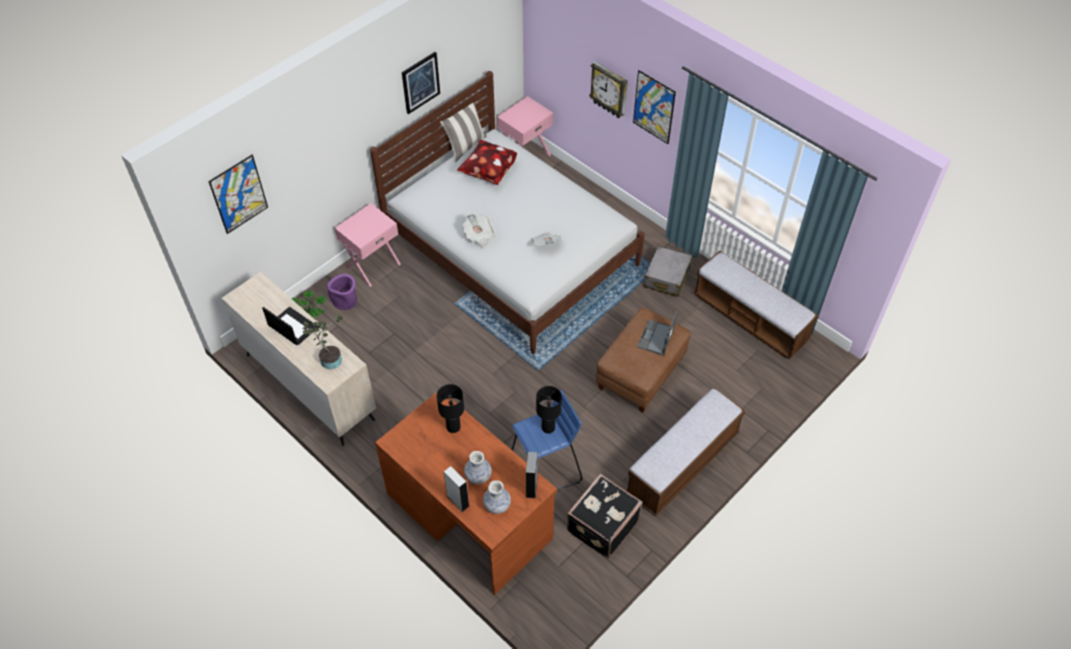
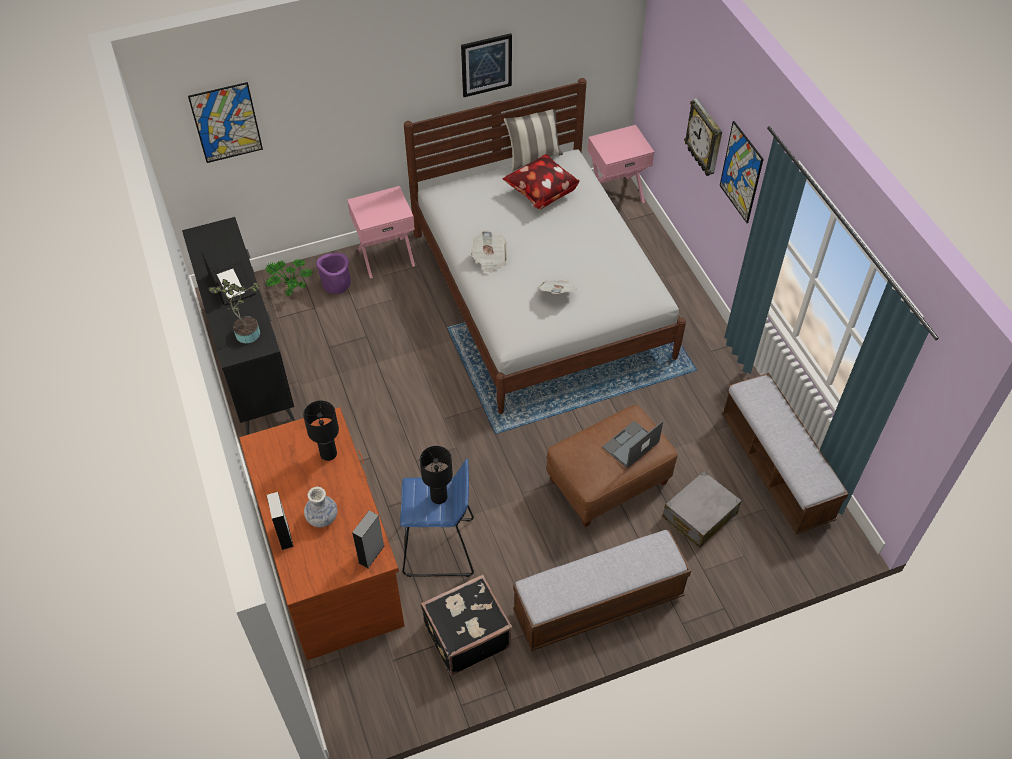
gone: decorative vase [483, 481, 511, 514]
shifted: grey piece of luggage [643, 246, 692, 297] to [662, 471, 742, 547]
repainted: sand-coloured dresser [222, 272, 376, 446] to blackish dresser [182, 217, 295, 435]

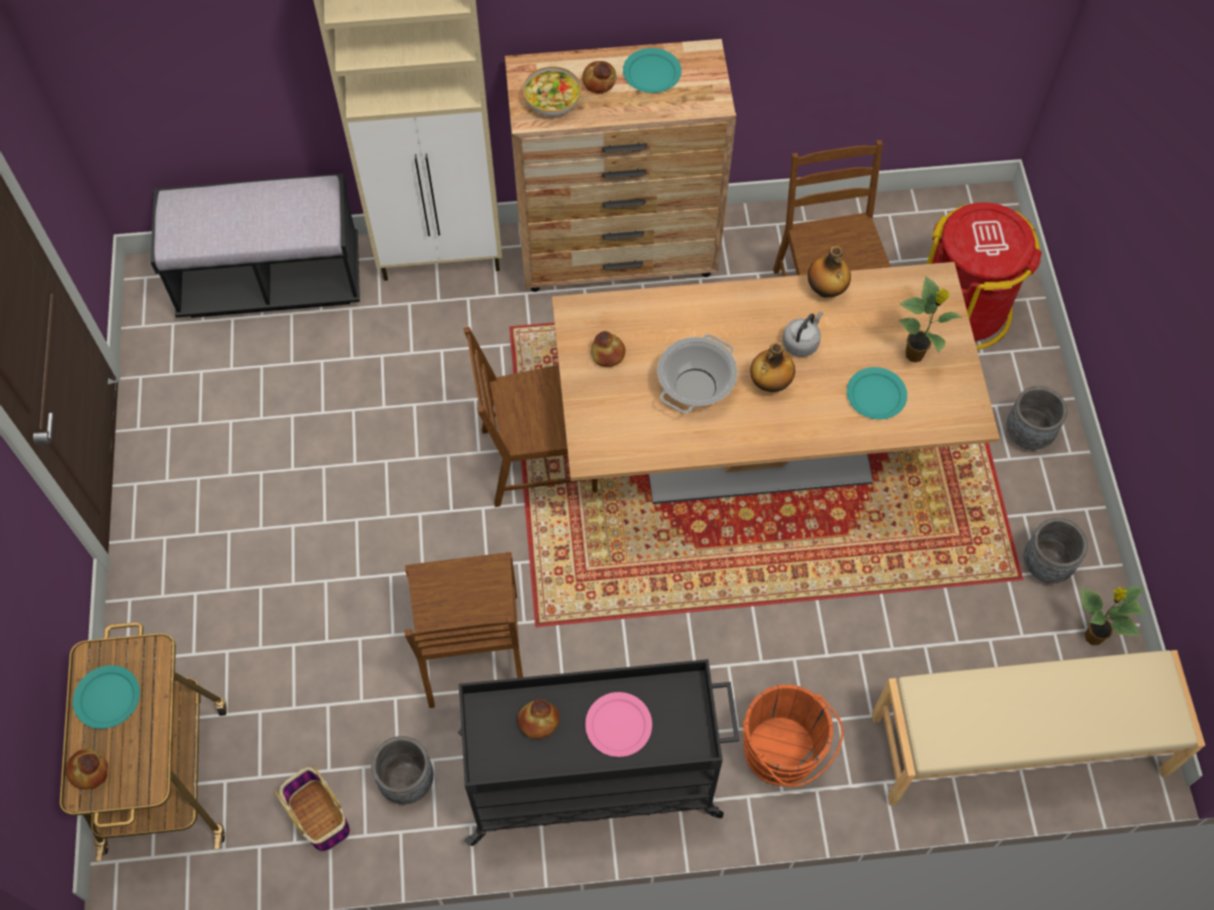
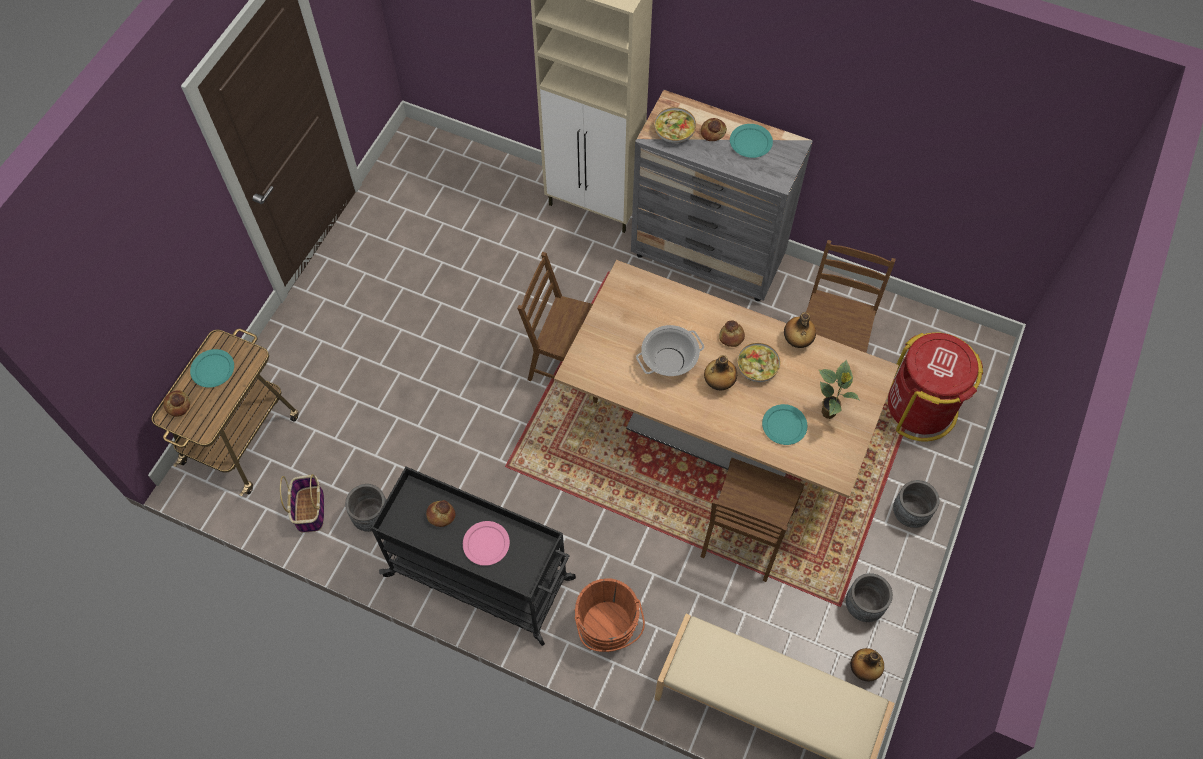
gone: blackish indoor bench [150, 173, 360, 318]
shifted: brown upright chair [404, 552, 523, 708] to [701, 458, 805, 582]; baked bread [591, 331, 626, 367] to [719, 321, 745, 347]
swapped: grey kettle [782, 312, 823, 357] to bowl [737, 343, 780, 382]; plant in a pot [1080, 586, 1146, 645] to bottle [850, 648, 884, 681]
repainted: brown dresser [505, 39, 736, 292] to grey dresser [631, 90, 813, 301]

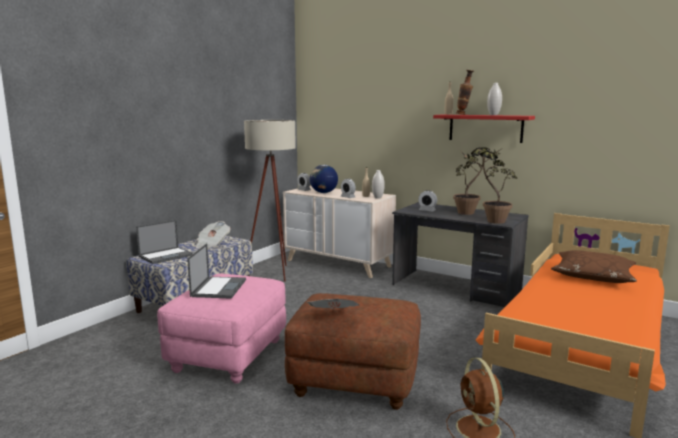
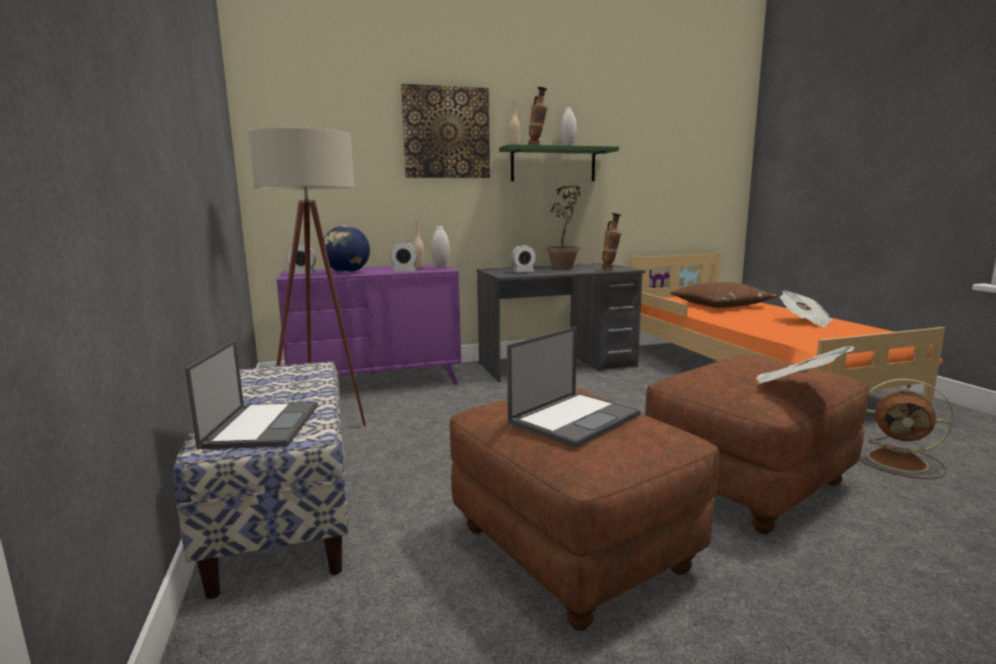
new: wall art [401, 84, 490, 178]
shifted: newspaper [195, 221, 230, 249] to [780, 291, 833, 327]
swapped: plant in a pot [462, 151, 517, 224] to decorative vase [601, 213, 622, 270]
repainted: pink ottoman [157, 274, 286, 384] to brown ottoman [450, 388, 719, 631]; sand-coloured dresser [283, 186, 396, 278] to purple-coloured dresser [277, 264, 461, 385]; red-coloured wall shelf [433, 114, 535, 143] to green-coloured wall shelf [499, 144, 619, 181]
rotated: laptop [187, 243, 246, 299] = [507, 327, 641, 448] 90 degrees clockwise

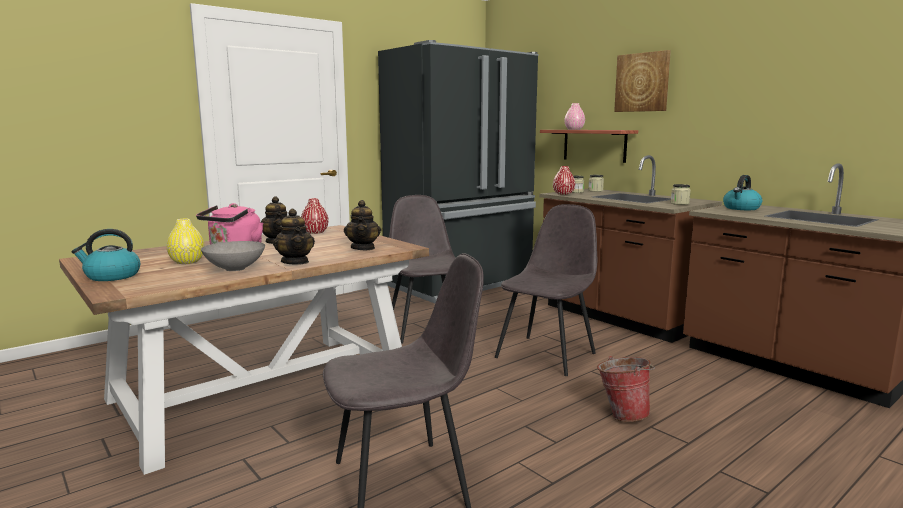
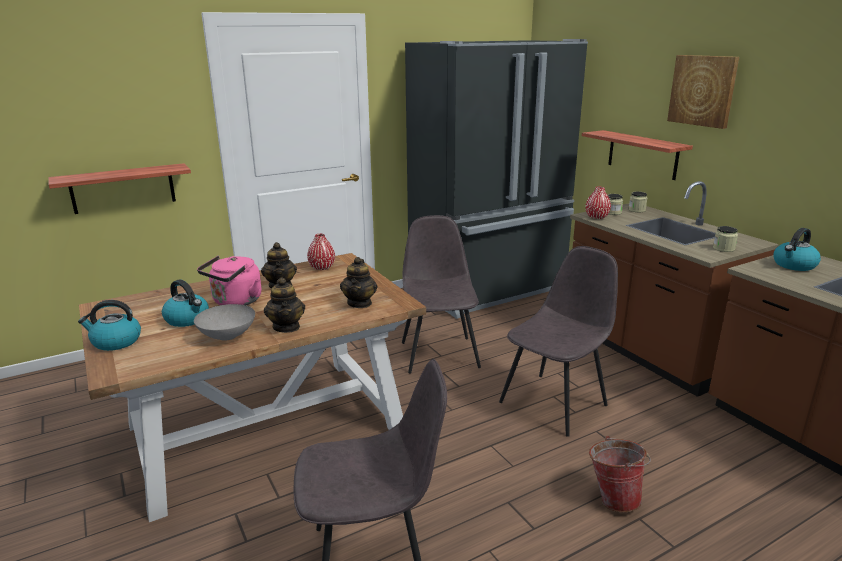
gone: pink decorative vase [564, 103, 585, 130]
new: wall shelf [49, 163, 191, 214]
swapped: yellow-coloured decorative vase [167, 218, 205, 264] to kettle [162, 280, 209, 327]

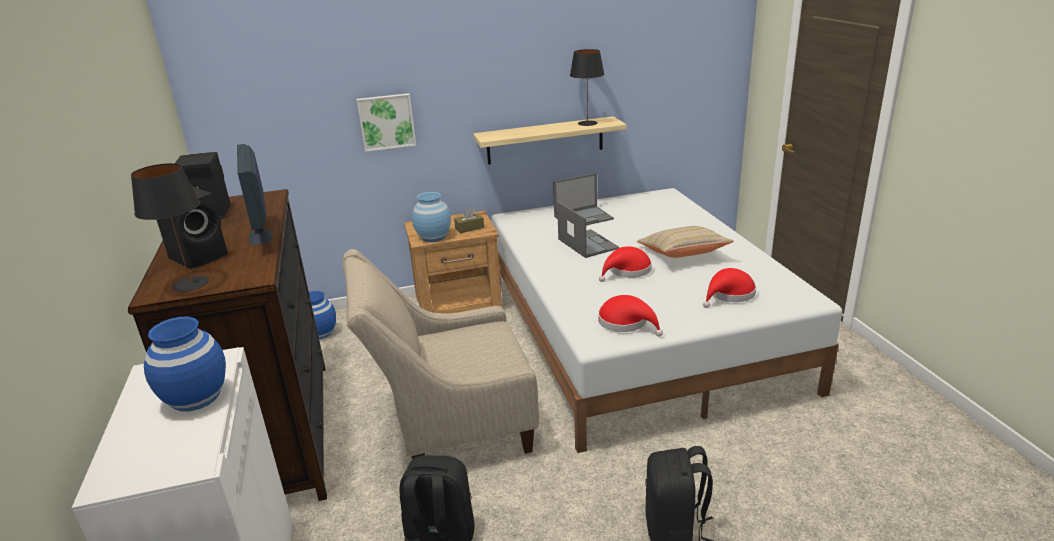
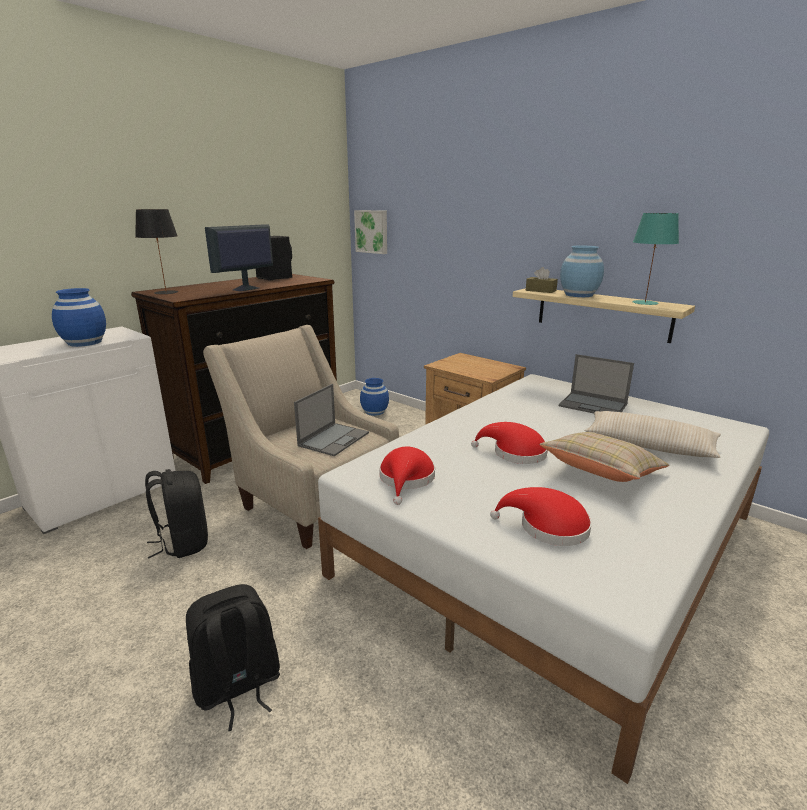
gone: blackish speaker [157, 186, 228, 269]
new: sand-coloured throw pillow [585, 411, 721, 458]
shifted: wall art [356, 93, 416, 152] to [354, 210, 387, 254]; blue-coloured decorative vase [412, 192, 451, 242] to [560, 246, 604, 297]; brown box of tissues [454, 208, 484, 233] to [526, 267, 558, 293]; laptop [557, 202, 619, 258] to [294, 384, 369, 456]
repainted: blackish lamp for a table [570, 49, 604, 126] to blue-green lamp for a table [632, 213, 679, 305]

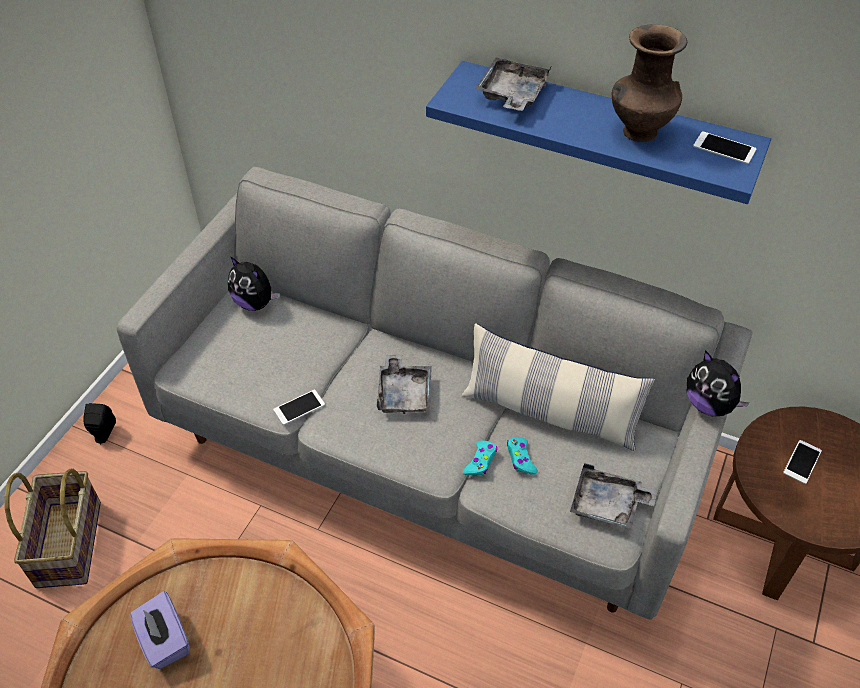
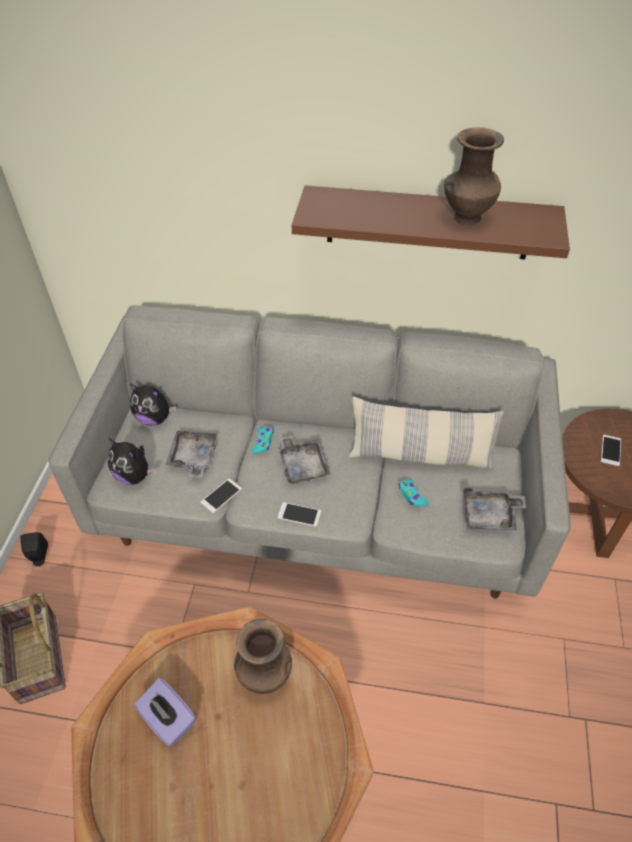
new: brown decorative vase [234, 619, 292, 694]
shifted: blue-green game controller [463, 440, 497, 475] to [252, 427, 274, 454]; grey carrying tray [475, 58, 551, 111] to [166, 431, 217, 478]; cuddly toy [687, 350, 750, 416] to [107, 438, 156, 485]; phone [693, 131, 756, 164] to [278, 502, 321, 527]
repainted: blue-coloured wall shelf [426, 61, 771, 204] to brown wall shelf [292, 185, 570, 259]

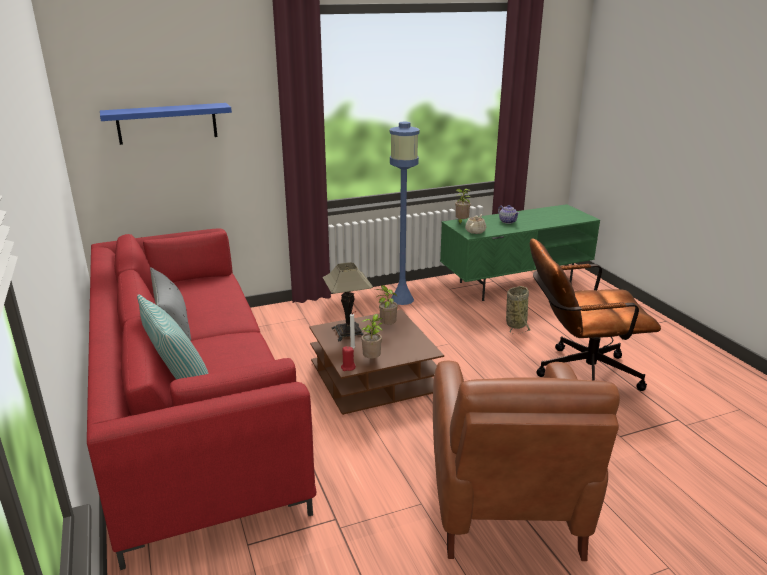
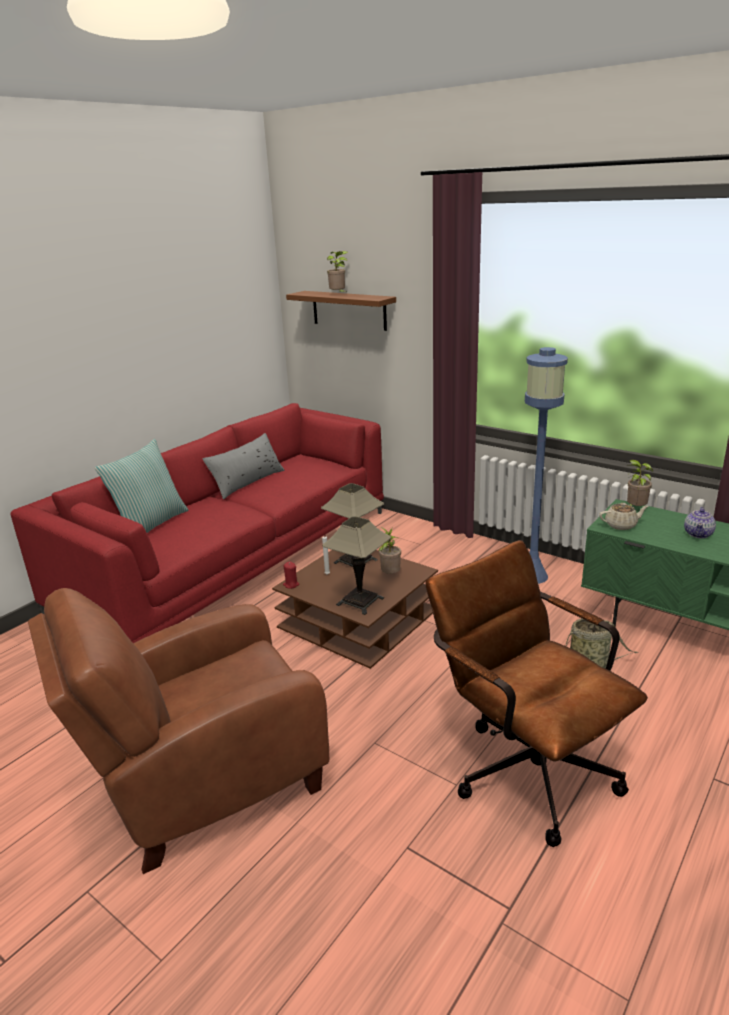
new: lamp for a table [322, 516, 391, 615]
shifted: plant in a pot [361, 314, 383, 359] to [327, 251, 348, 293]
repainted: blue-coloured wall shelf [100, 103, 232, 145] to brown wall shelf [286, 291, 396, 331]

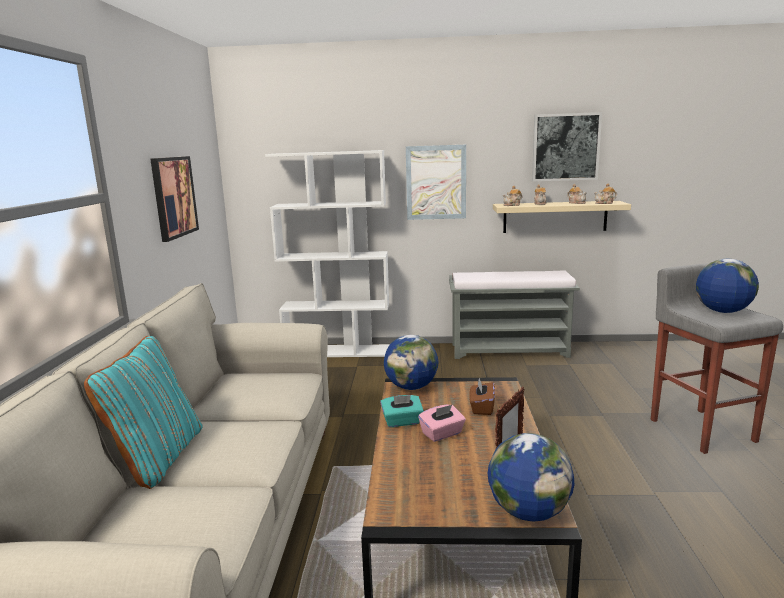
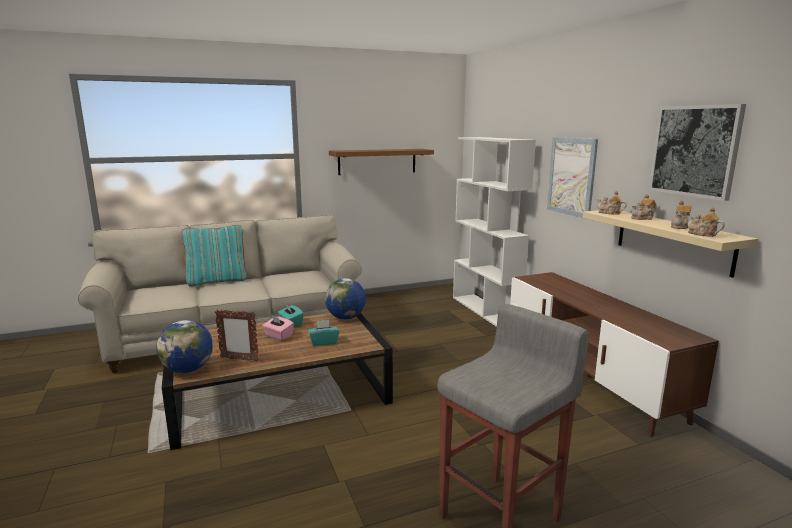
gone: world globe [696, 259, 759, 313]
swapped: wall art [150, 156, 199, 242] to brown wall shelf [329, 149, 434, 175]; grey indoor bench [449, 270, 580, 359] to brown tv stand [510, 272, 719, 437]
repainted: brown box of tissues [469, 378, 495, 415] to blue-green box of tissues [308, 320, 339, 346]

